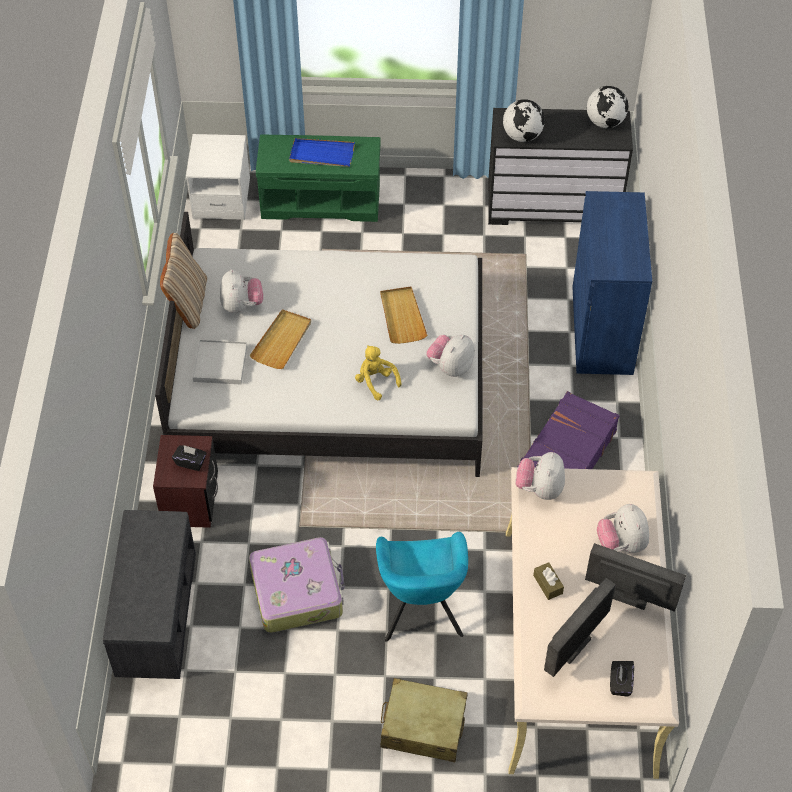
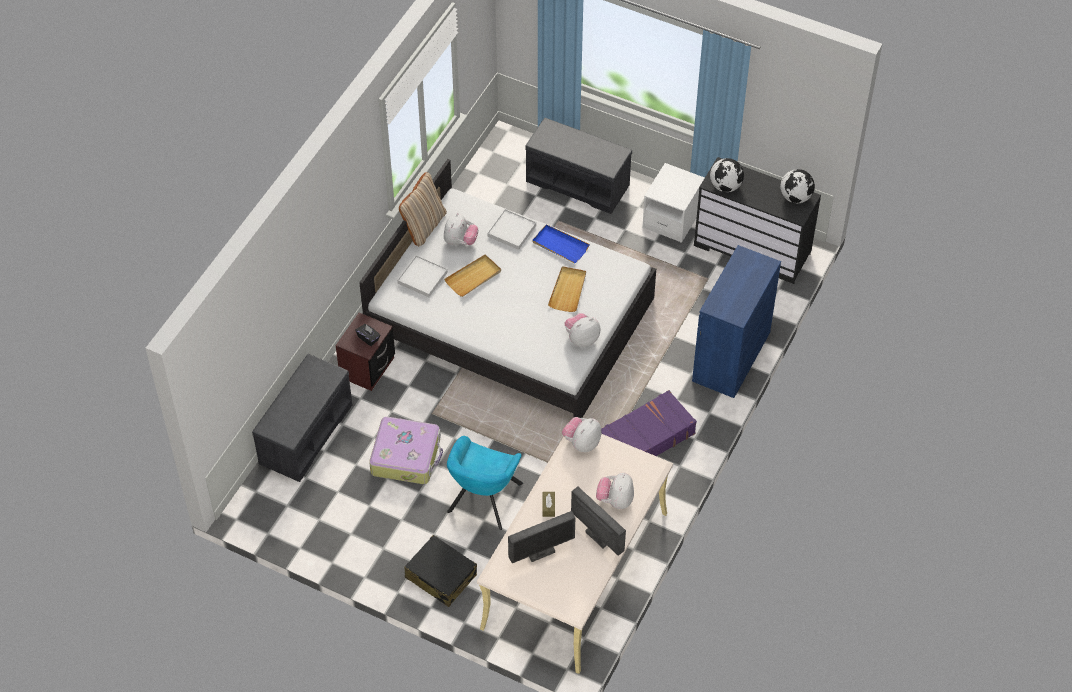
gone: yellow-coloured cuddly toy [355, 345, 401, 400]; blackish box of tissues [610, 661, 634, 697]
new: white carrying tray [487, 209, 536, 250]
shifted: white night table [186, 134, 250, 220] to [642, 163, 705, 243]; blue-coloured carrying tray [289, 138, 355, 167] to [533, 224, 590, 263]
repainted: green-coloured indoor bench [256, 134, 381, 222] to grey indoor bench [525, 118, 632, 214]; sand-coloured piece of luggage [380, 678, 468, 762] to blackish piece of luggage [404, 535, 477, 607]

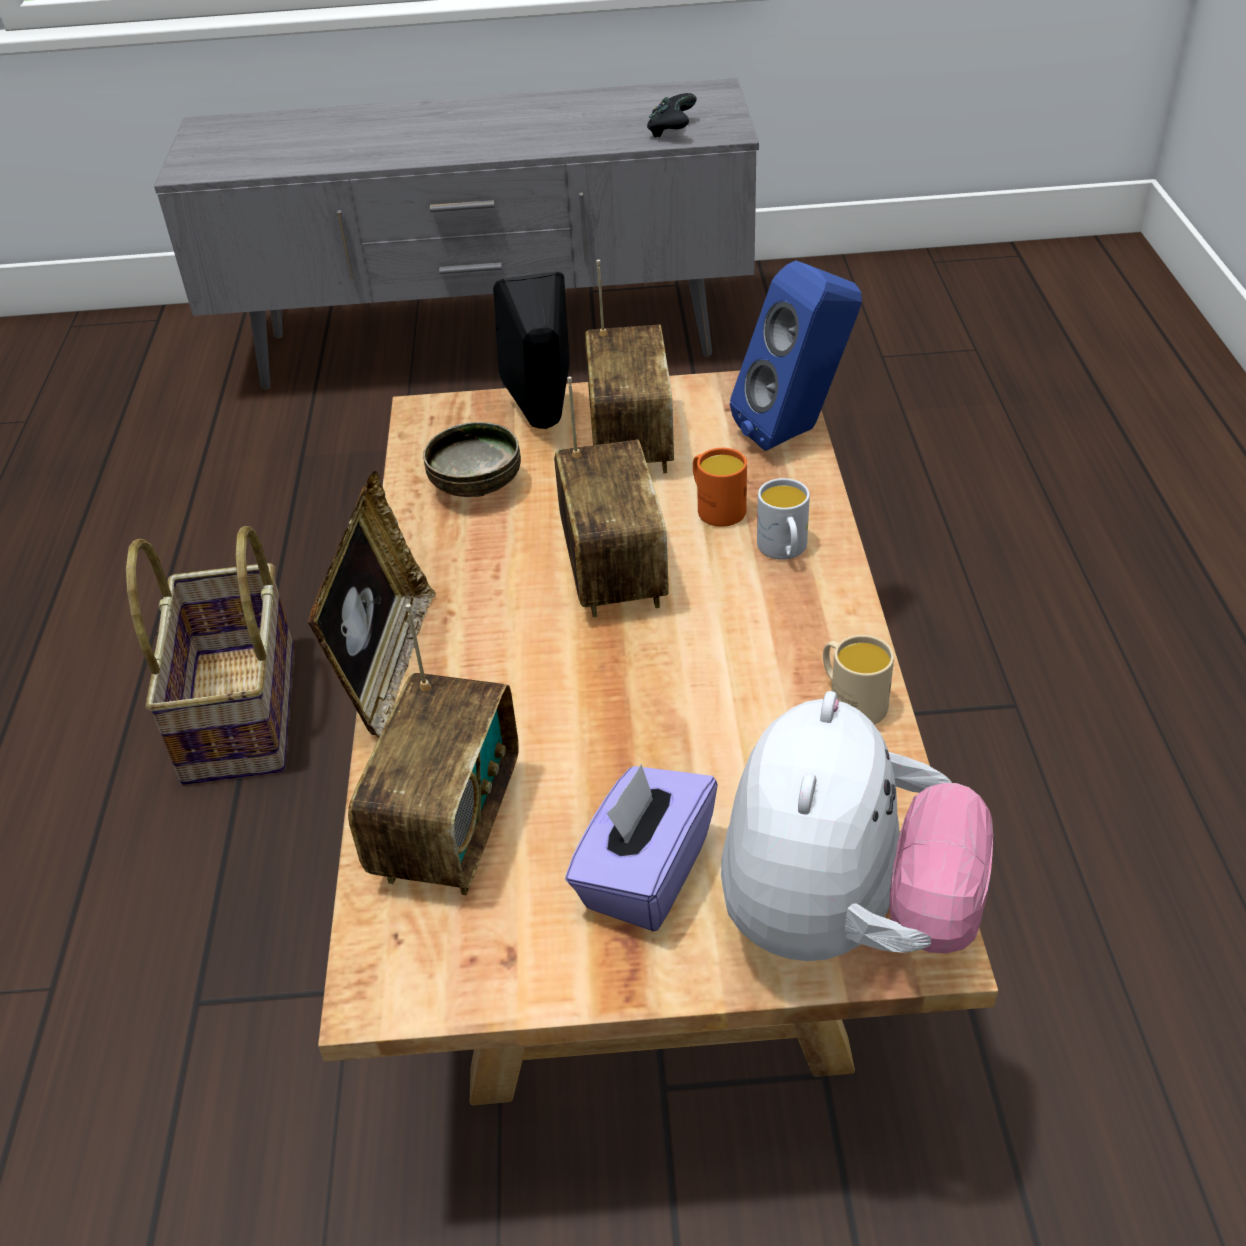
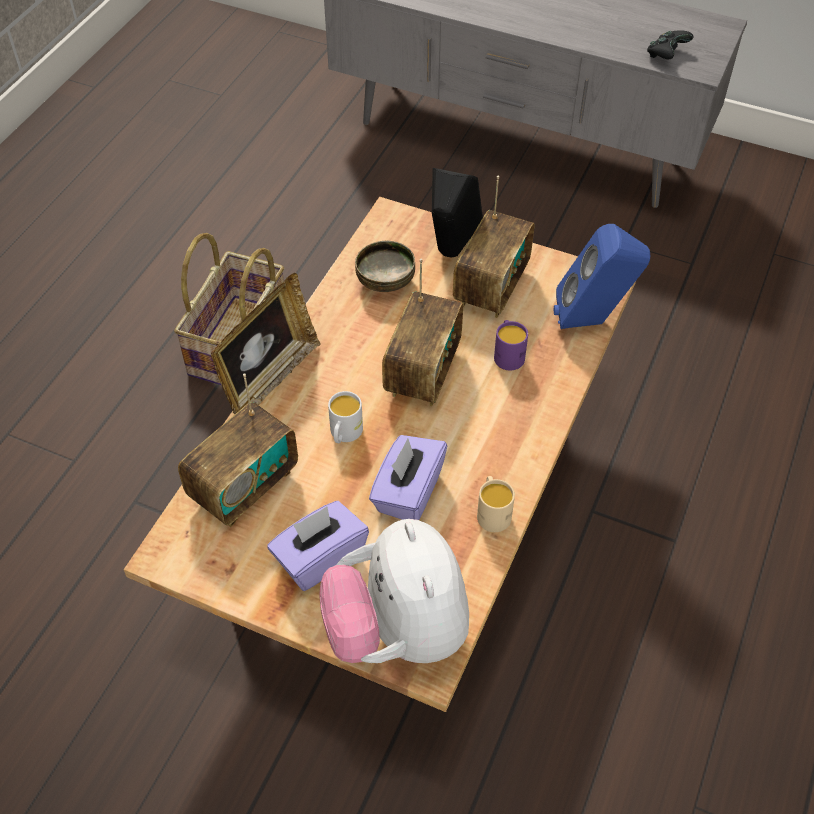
new: purple-coloured box of tissues [369, 435, 447, 520]
shifted: white mug [757, 478, 810, 560] to [328, 391, 363, 443]
repainted: orange mug [693, 448, 747, 527] to purple-coloured mug [494, 320, 528, 371]
rotated: cuddly toy [721, 691, 993, 961] = [320, 519, 469, 663] 120 degrees clockwise

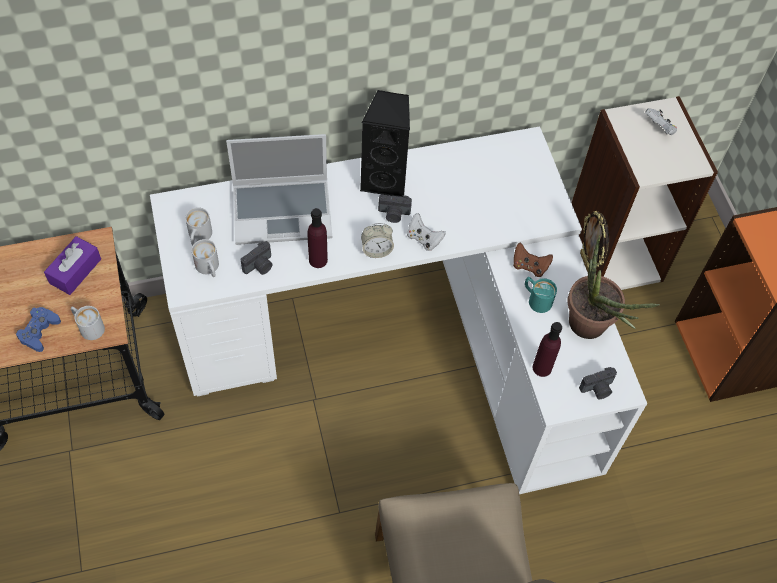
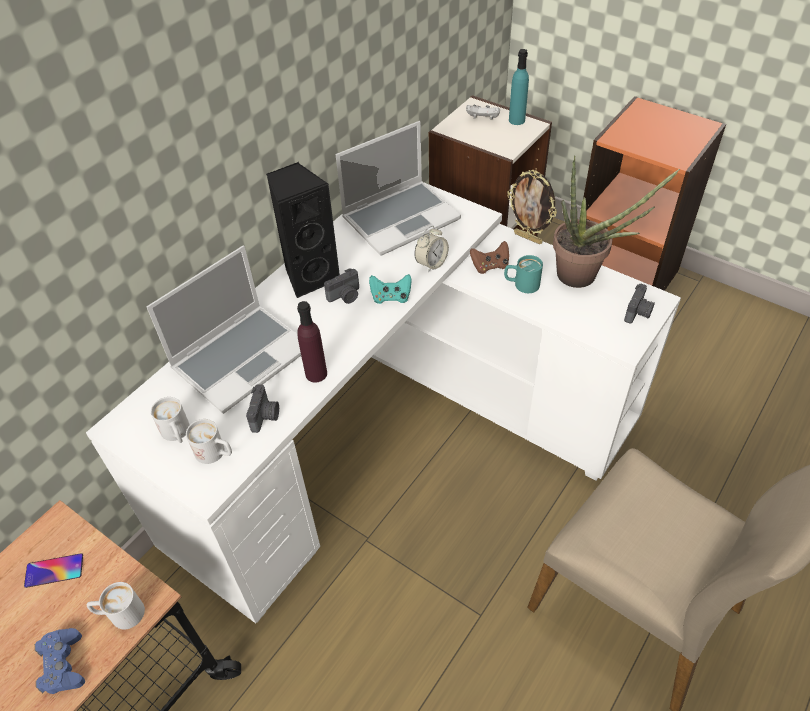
gone: purple-coloured bottle [533, 322, 562, 377]
new: laptop [335, 121, 461, 256]; blue-green bottle [509, 49, 529, 125]
shifted: table clock [361, 223, 394, 258] to [414, 226, 449, 272]
swapped: purple-coloured box of tissues [44, 236, 101, 295] to phone [24, 553, 83, 588]
repainted: white game controller [407, 213, 446, 251] to blue-green game controller [369, 274, 412, 304]

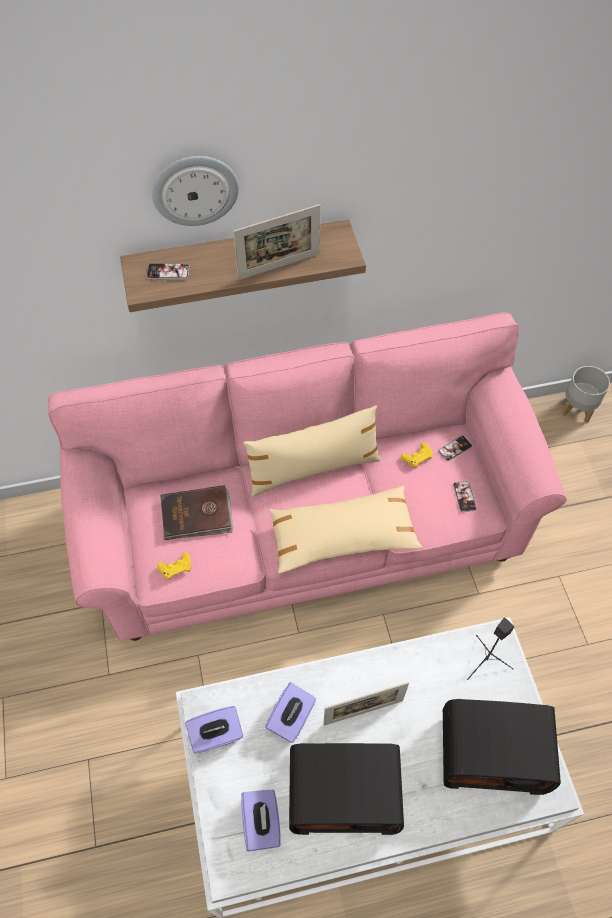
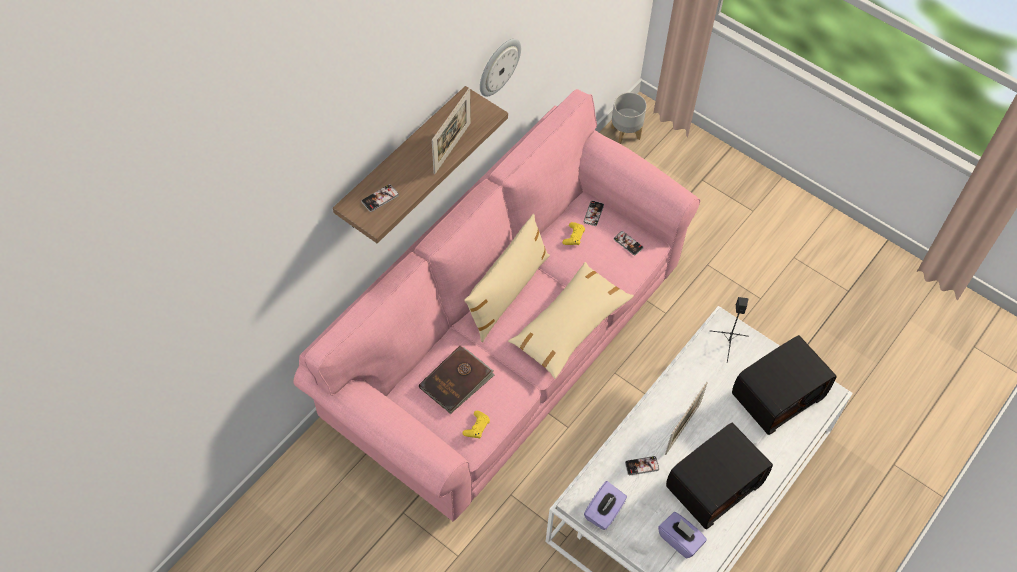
shifted: wall clock [152, 156, 239, 226] to [480, 39, 521, 97]
swapped: purple-coloured box of tissues [265, 682, 316, 743] to phone [625, 456, 659, 475]

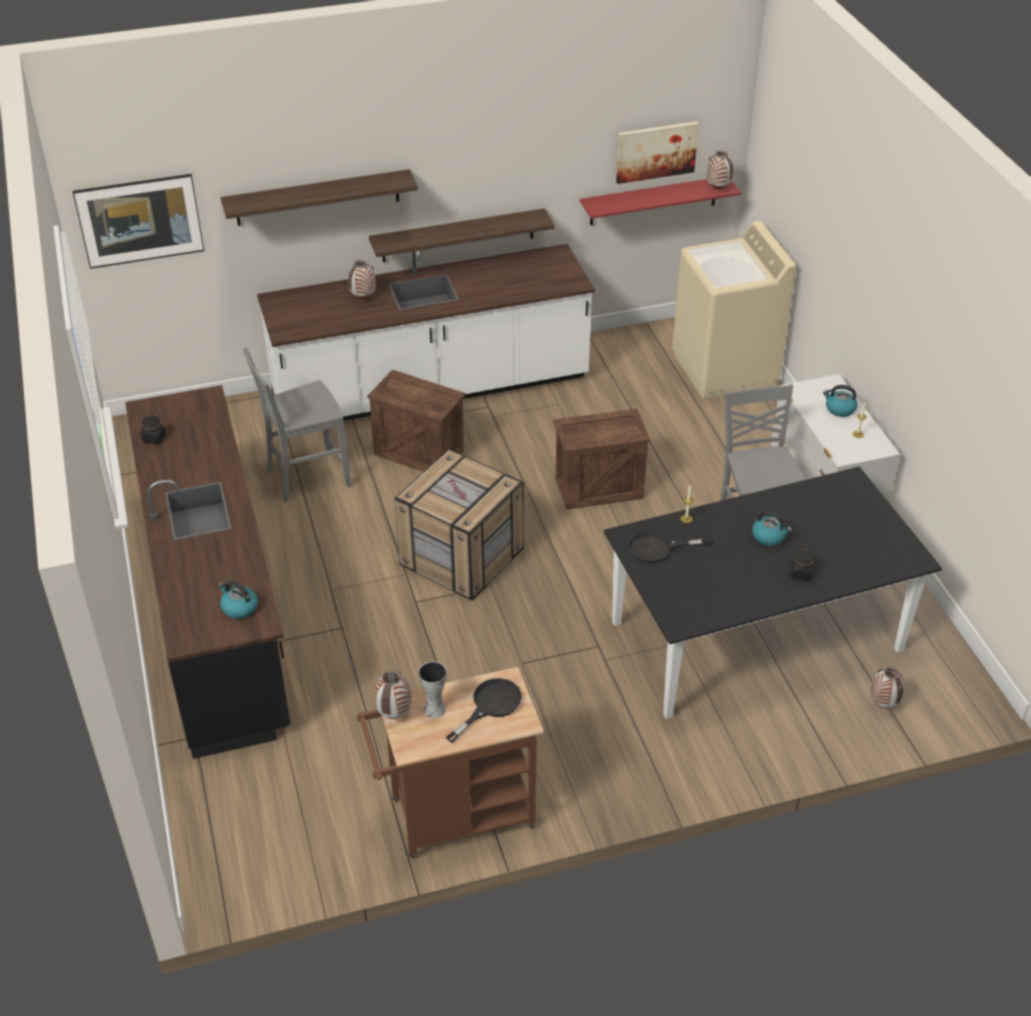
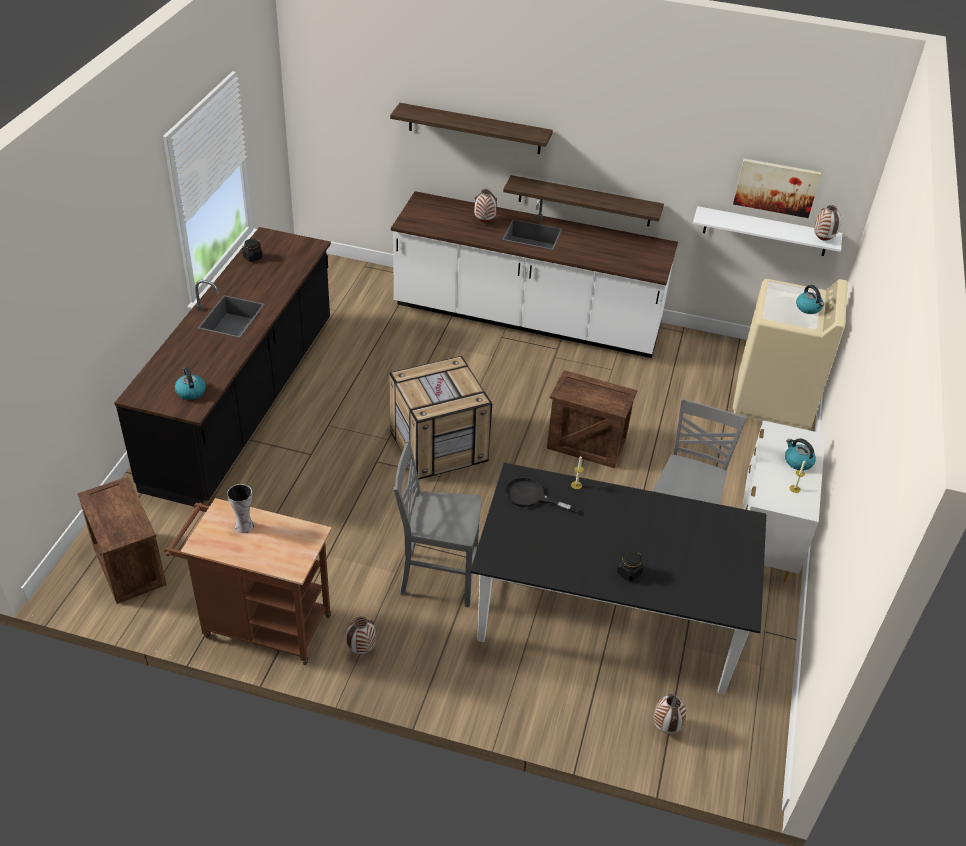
gone: wall art [73, 174, 204, 269]; blackish pan [445, 678, 522, 742]
shifted: grey upright chair [243, 347, 351, 503] to [394, 440, 481, 607]; crate [367, 370, 466, 472] to [77, 477, 167, 604]; decorative vase [374, 670, 411, 719] to [346, 616, 376, 654]; kettle [752, 510, 792, 546] to [796, 285, 824, 314]
repainted: red-coloured wall shelf [580, 179, 741, 225] to white wall shelf [693, 206, 842, 256]

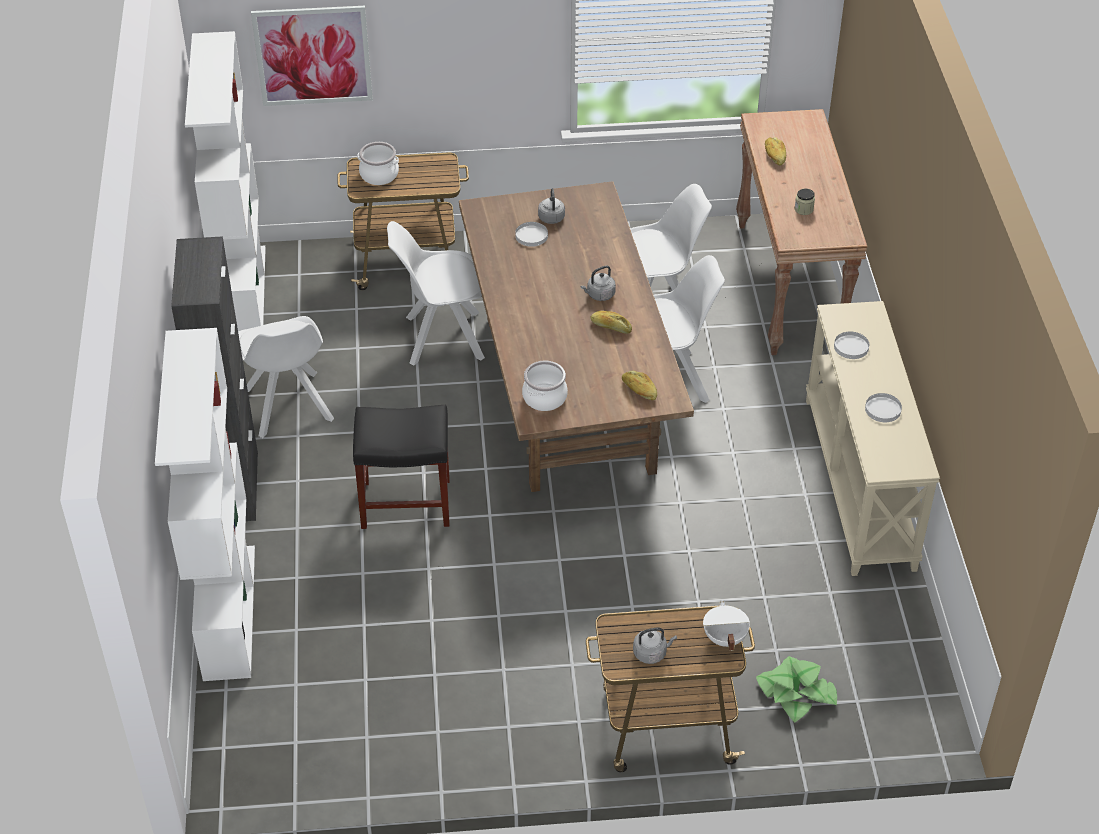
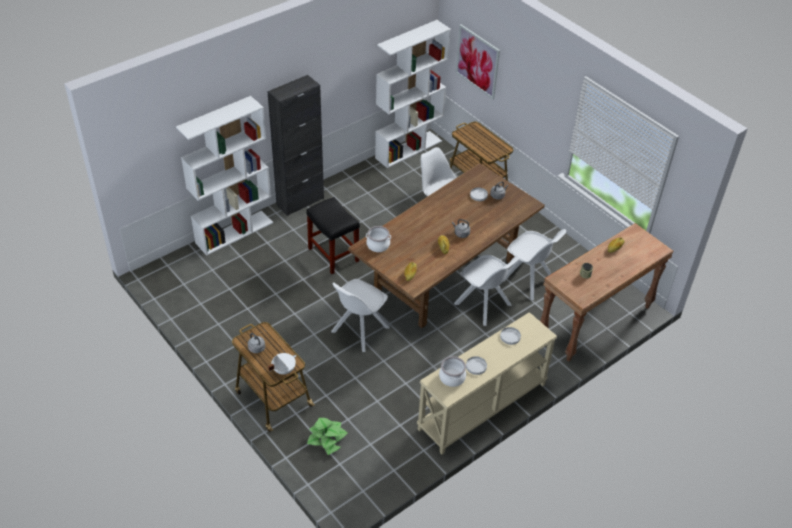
shifted: white upright chair [238, 316, 334, 438] to [331, 279, 390, 352]; stockpot [357, 142, 399, 185] to [439, 356, 466, 387]

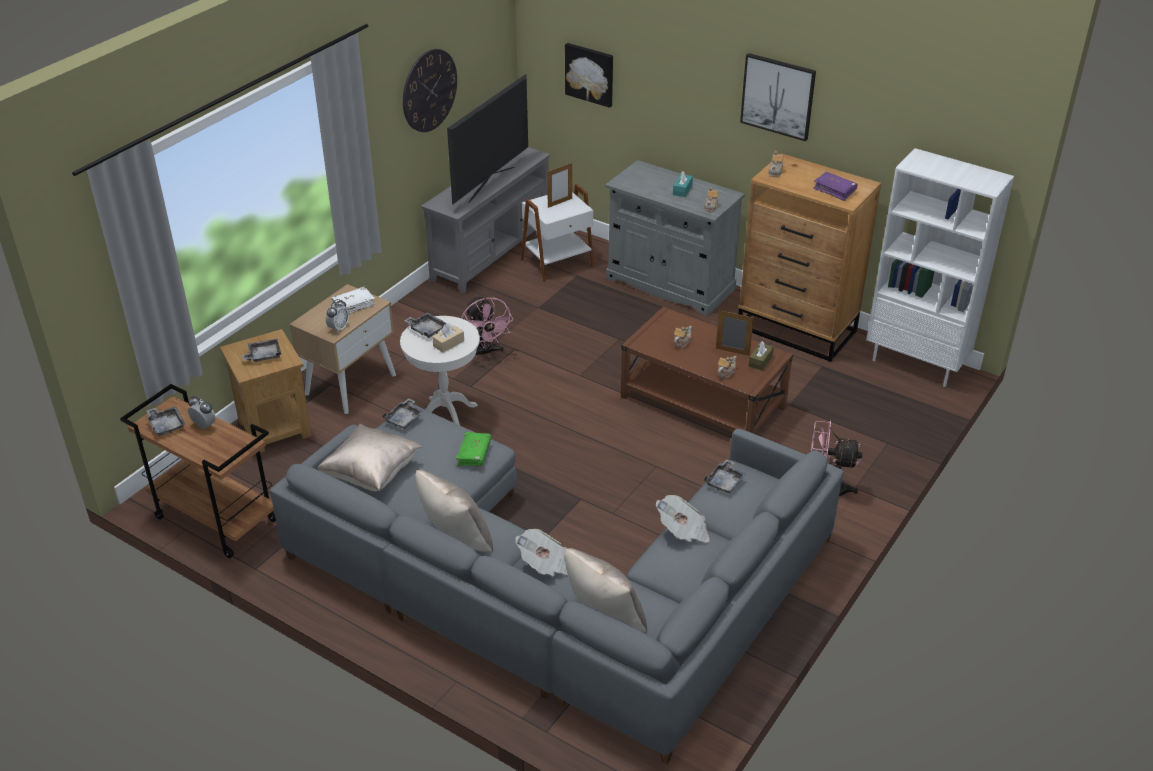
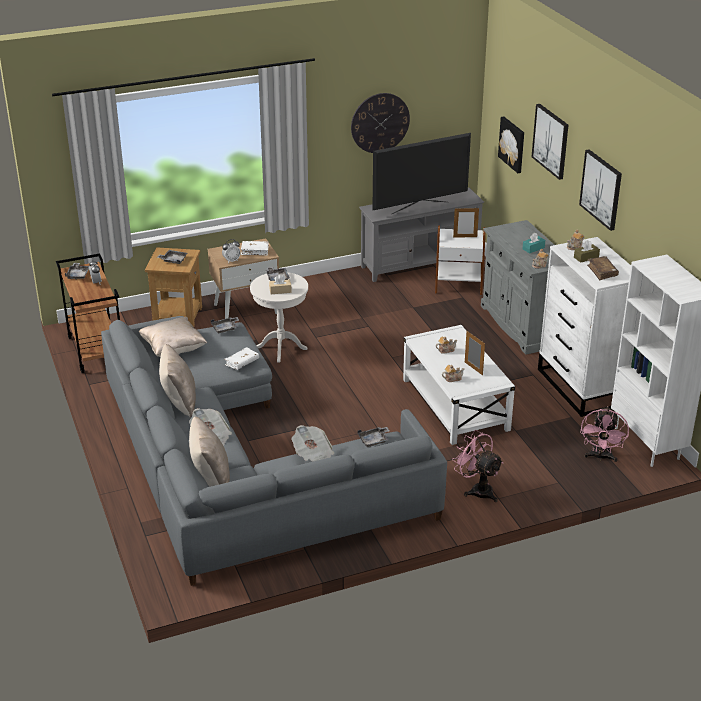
new: wall art [532, 104, 568, 180]
shifted: pink electric fan [461, 296, 514, 356] to [580, 406, 629, 462]; brown box of tissues [749, 341, 774, 371] to [574, 240, 600, 263]
repainted: green-coloured book [456, 432, 492, 466] to white book [224, 347, 259, 370]; brown lounge table [621, 307, 793, 434] to white lounge table [403, 325, 515, 445]; brown dresser [738, 153, 881, 362] to white dresser [538, 237, 631, 417]; purple-coloured book [813, 172, 858, 201] to brown book [587, 256, 619, 280]

